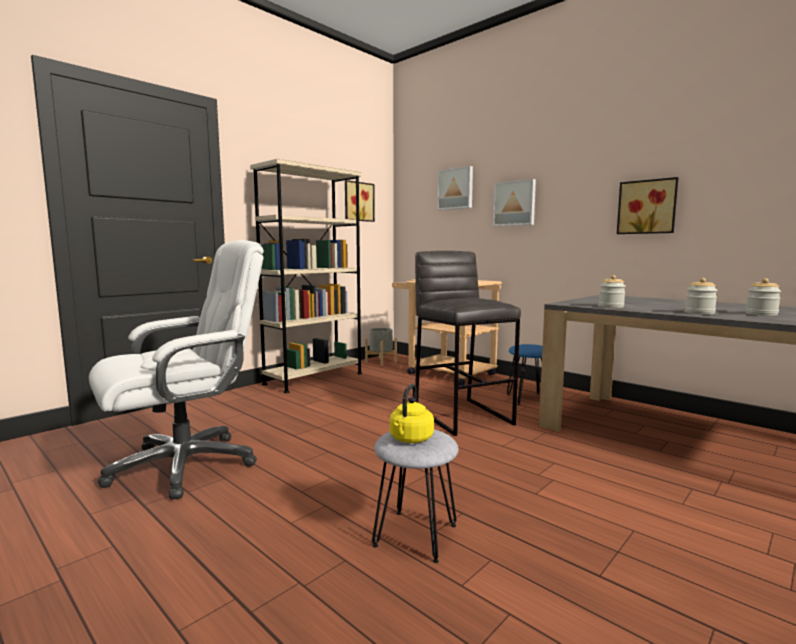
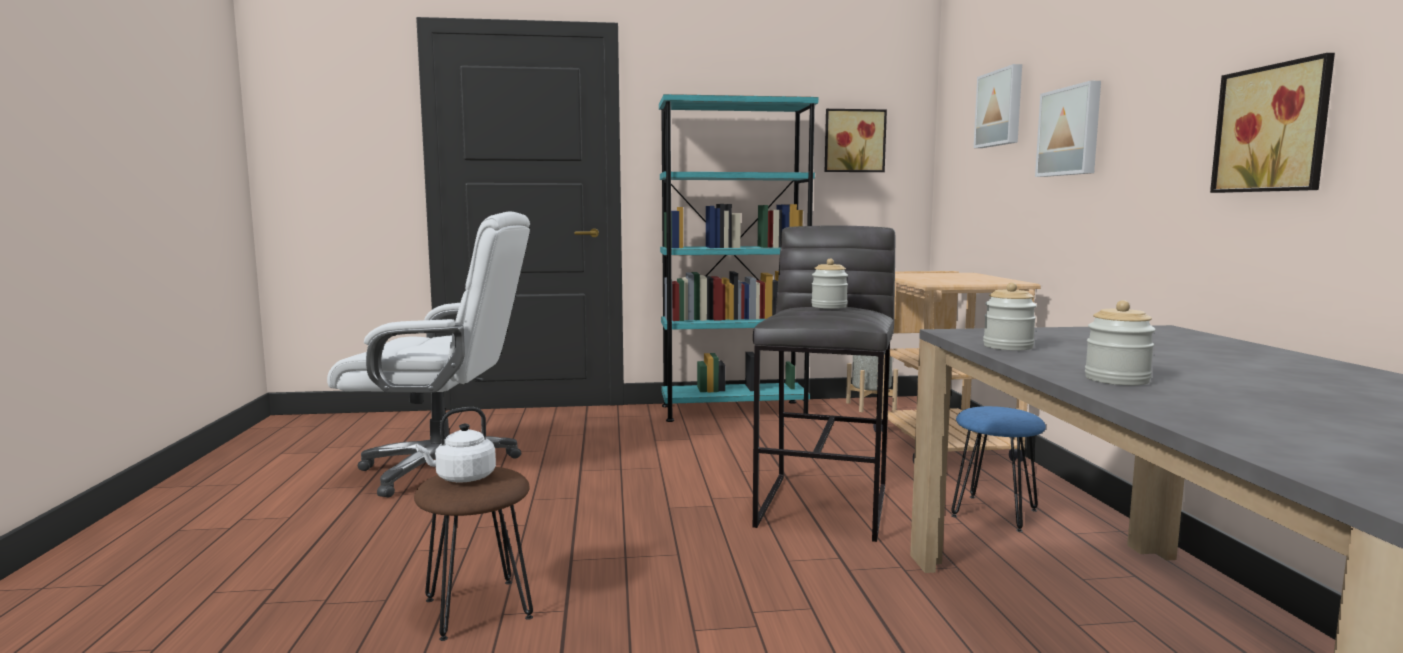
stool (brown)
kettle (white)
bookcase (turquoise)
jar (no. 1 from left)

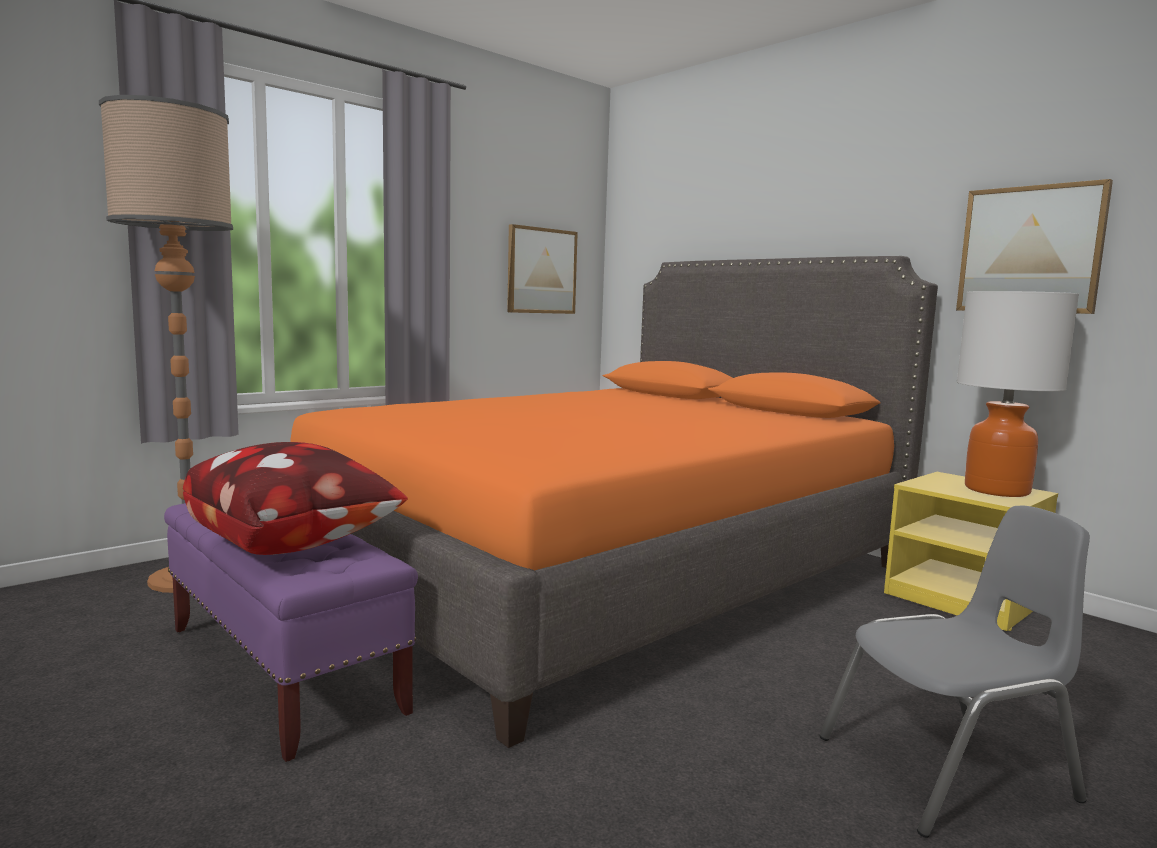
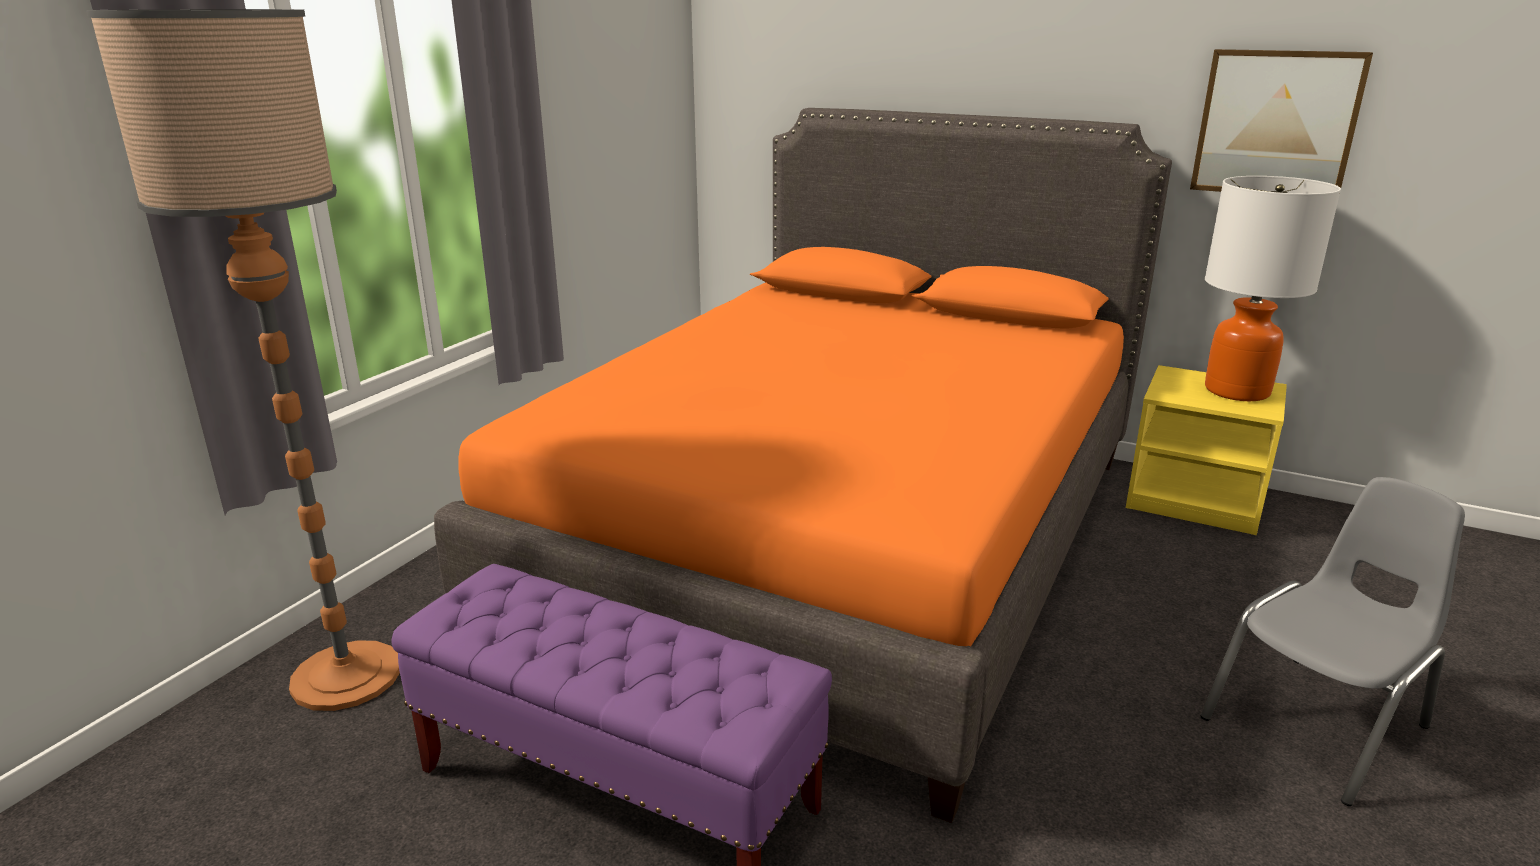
pillow
picture (no. 1 from left in the first image)

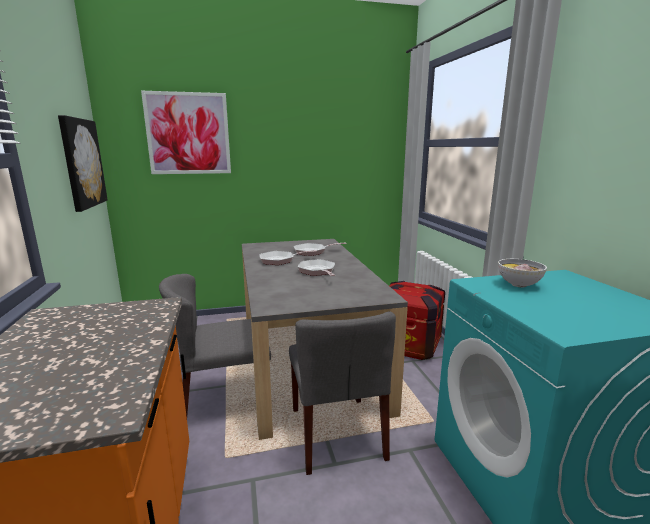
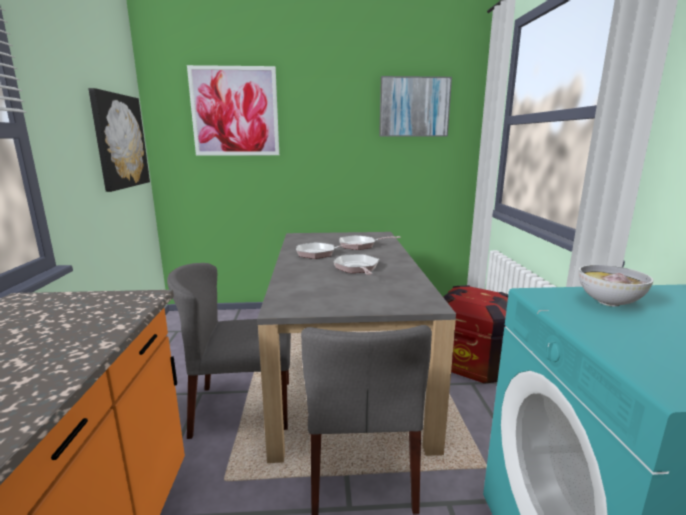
picture (no. 3 from left)

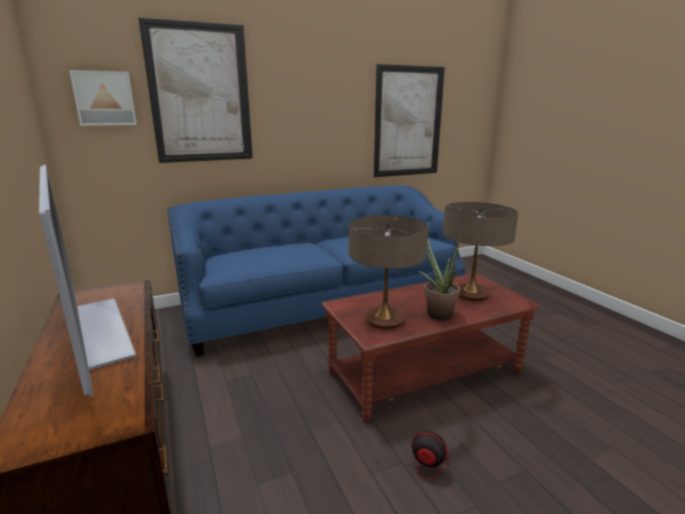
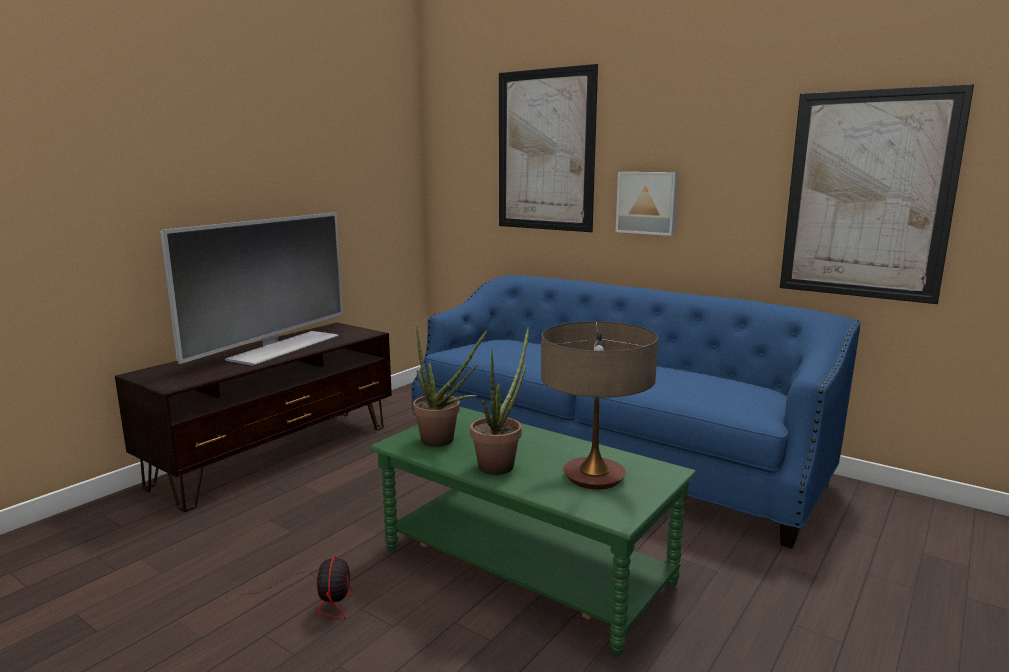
coffee table (green)
potted plant (no. 1 from left)
picture (no. 2 from left)

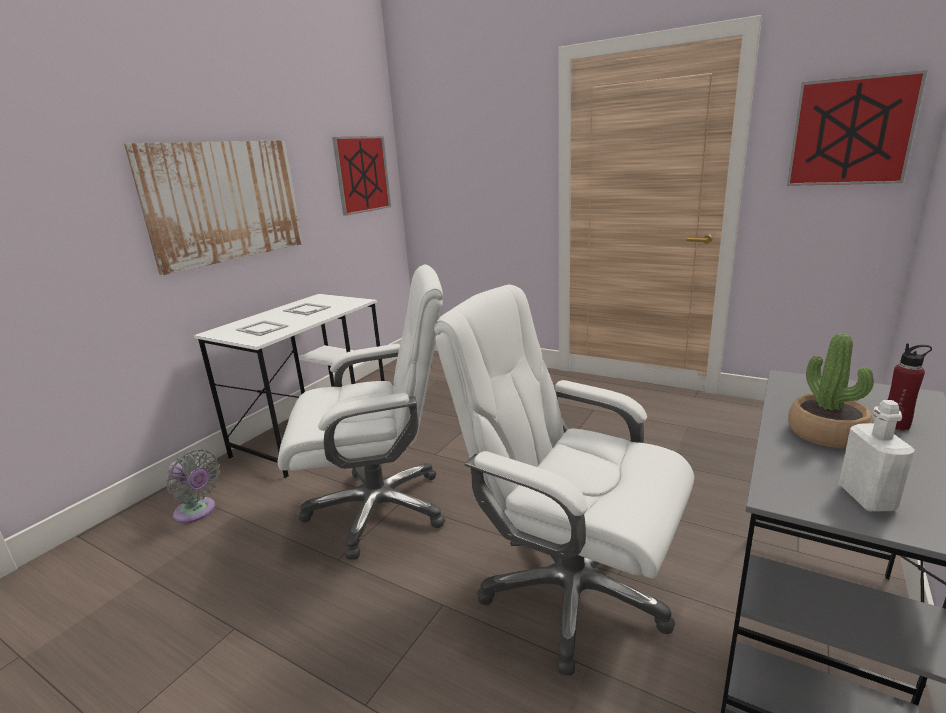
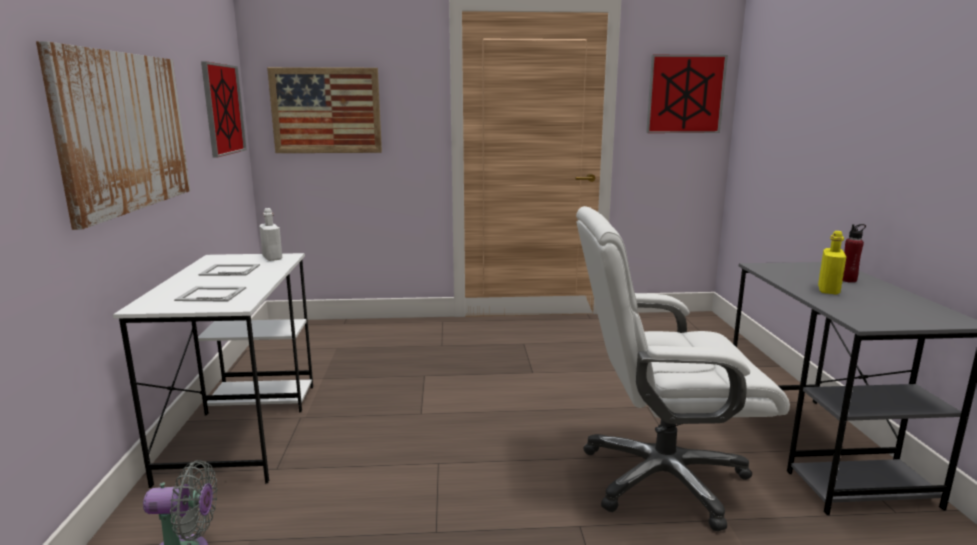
bottle (white)
picture (no. 3 from left)
bottle (yellow)
office chair (white) (no. 1 from left in the first image)

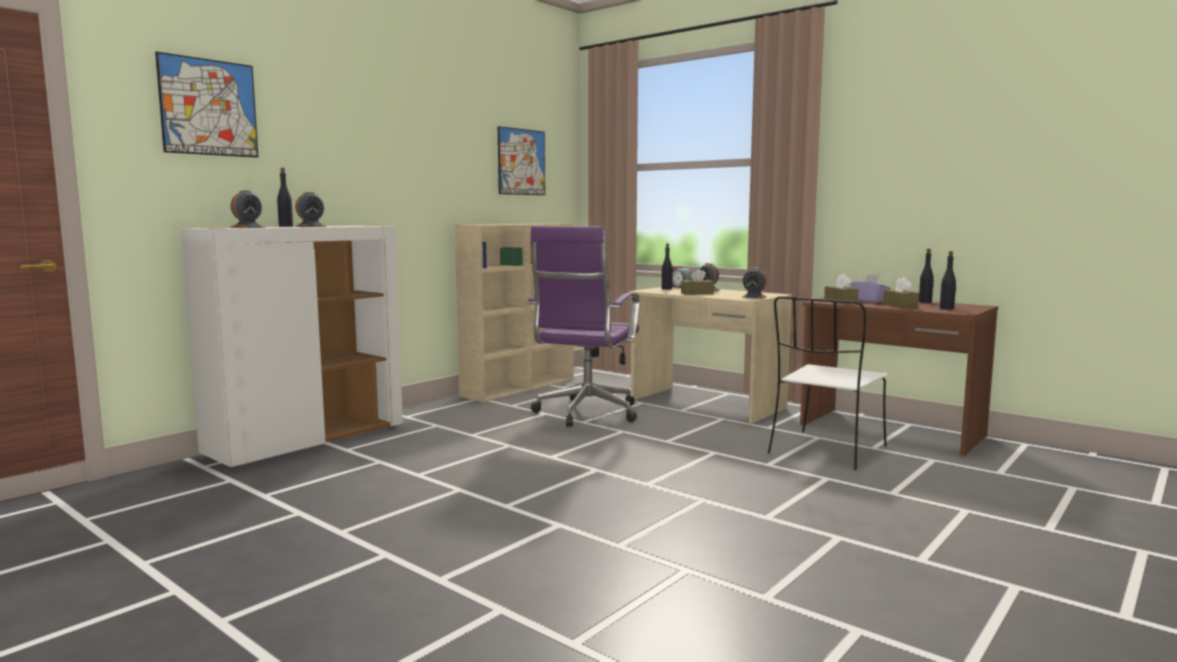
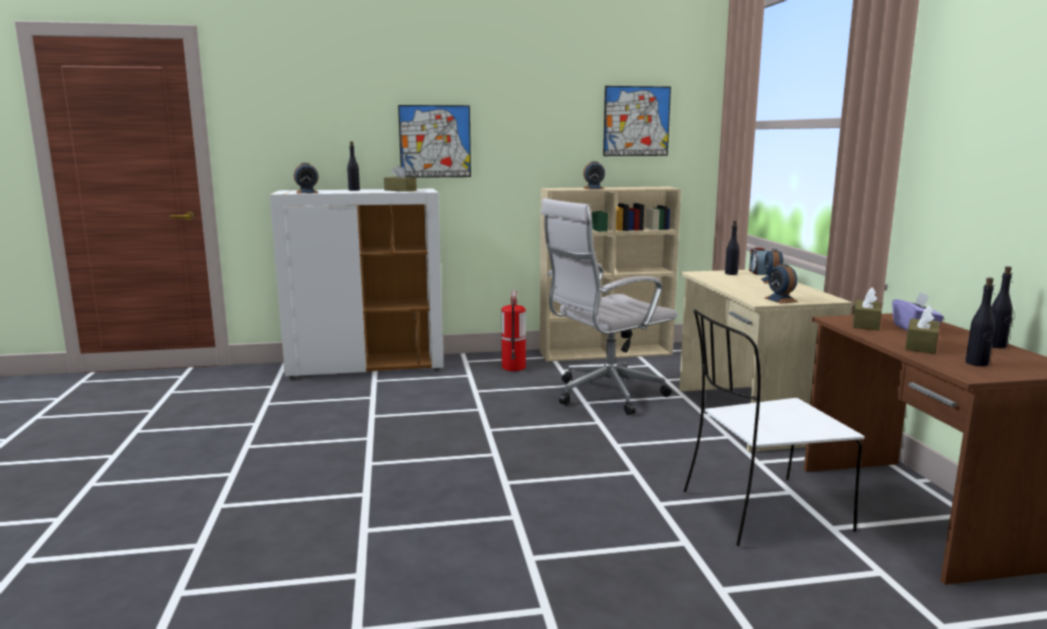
tissue box (brown) (no. 1 from left)
picture (no. 1 from left)
fire extinguisher
office chair (white)
alarm clock (no. 2 from left)

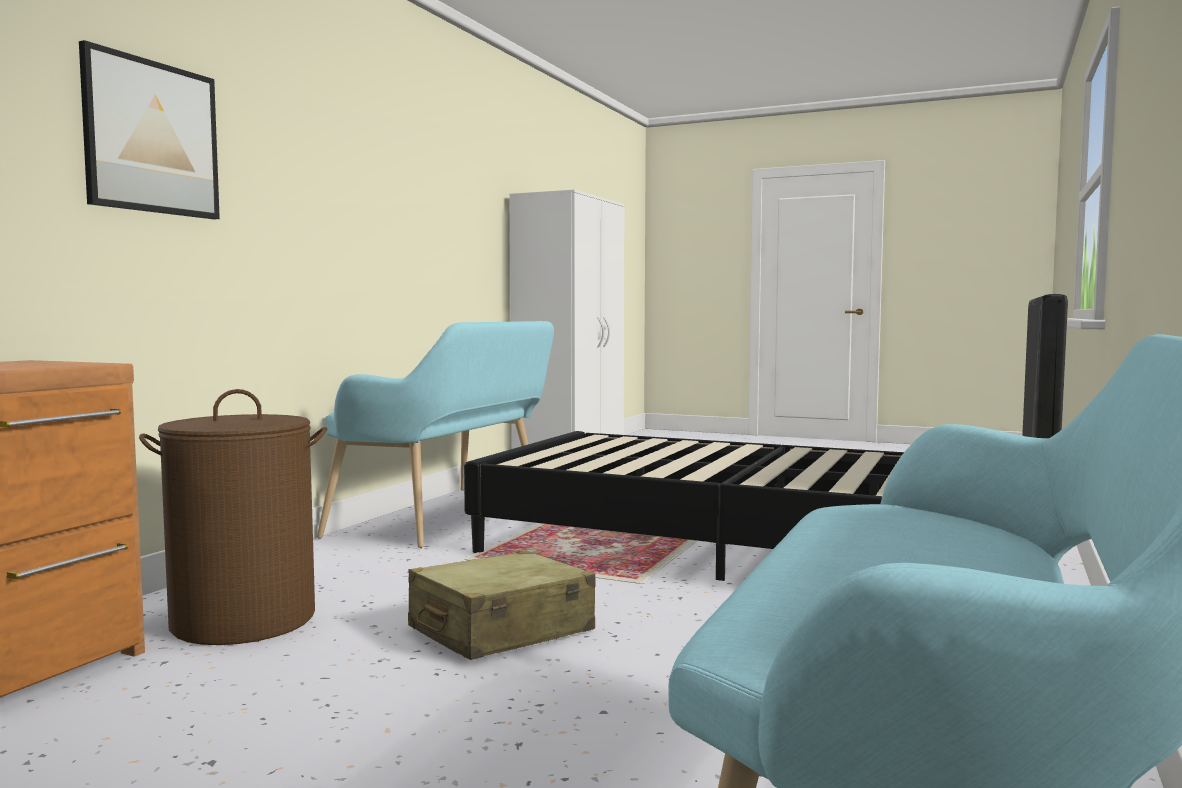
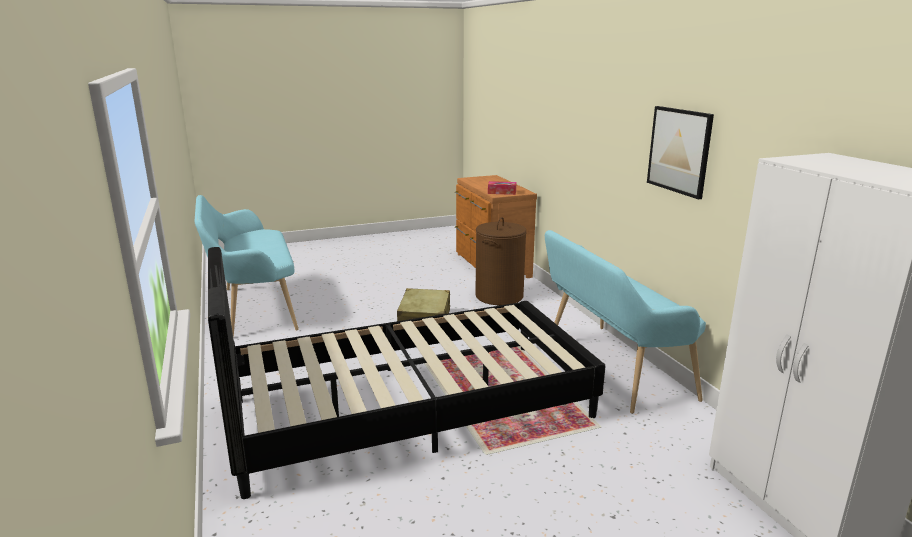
tissue box
picture

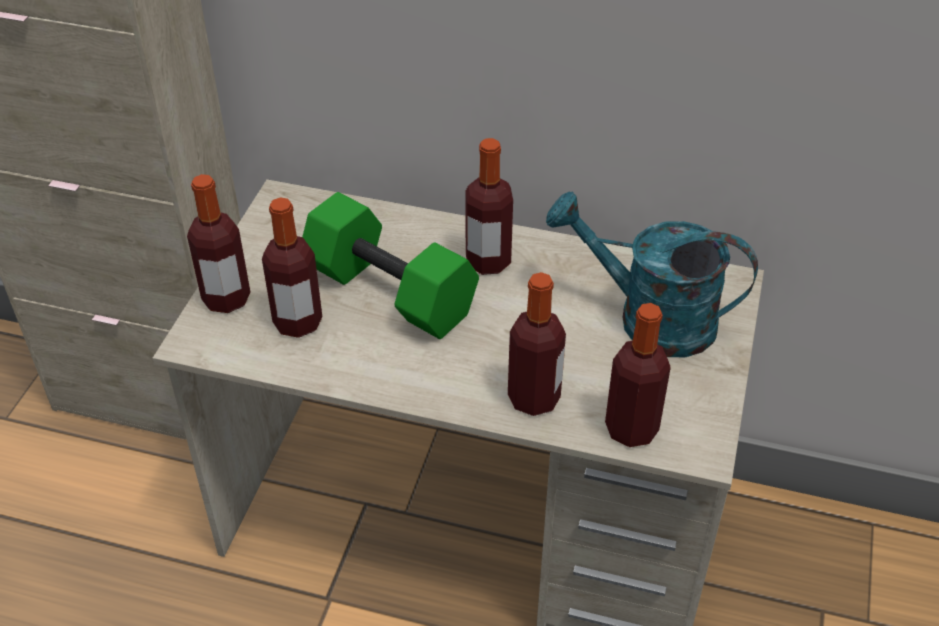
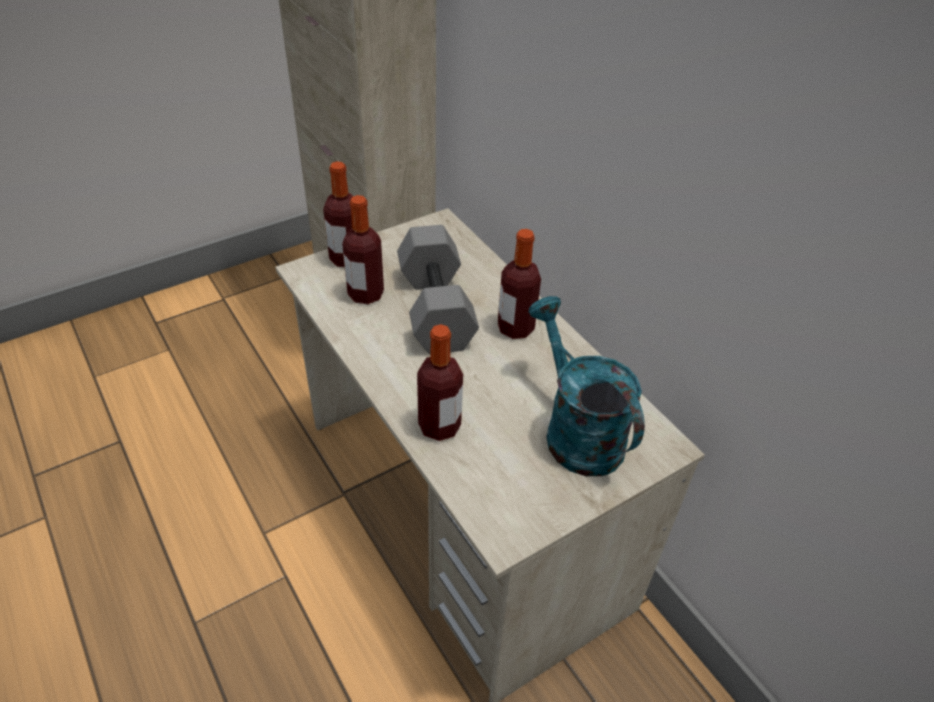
dumbbell (grey)
bottle (no. 5 from left in the first image)

